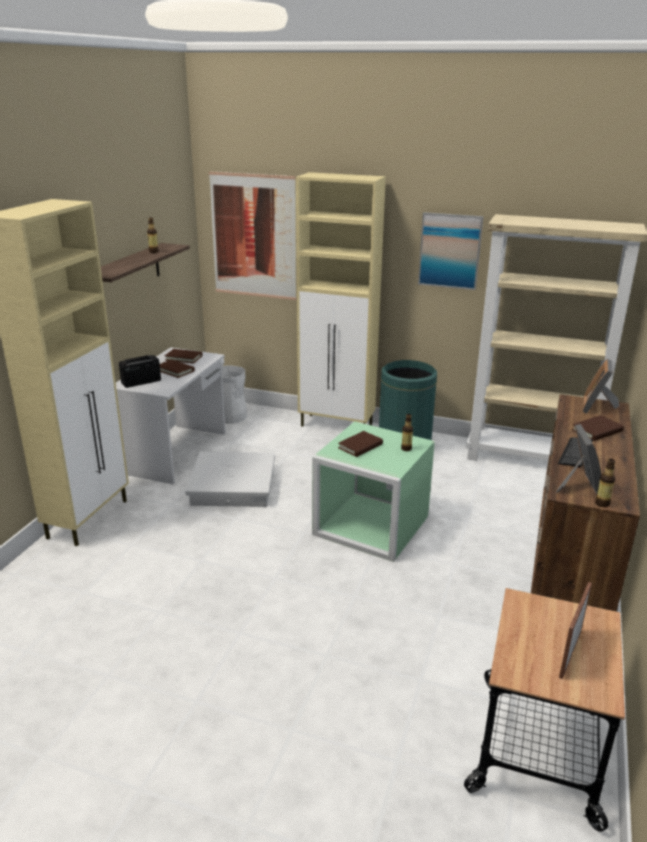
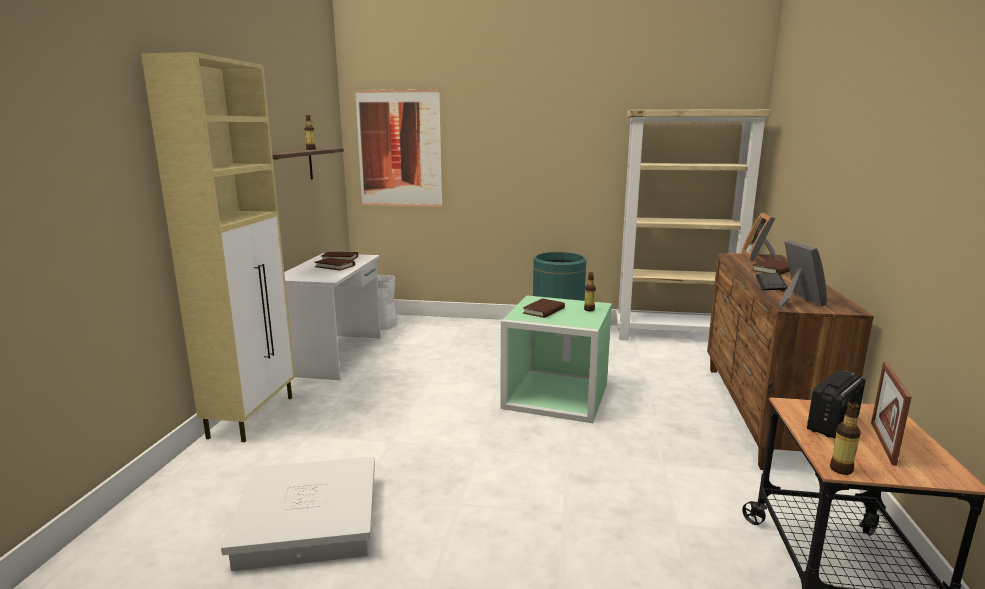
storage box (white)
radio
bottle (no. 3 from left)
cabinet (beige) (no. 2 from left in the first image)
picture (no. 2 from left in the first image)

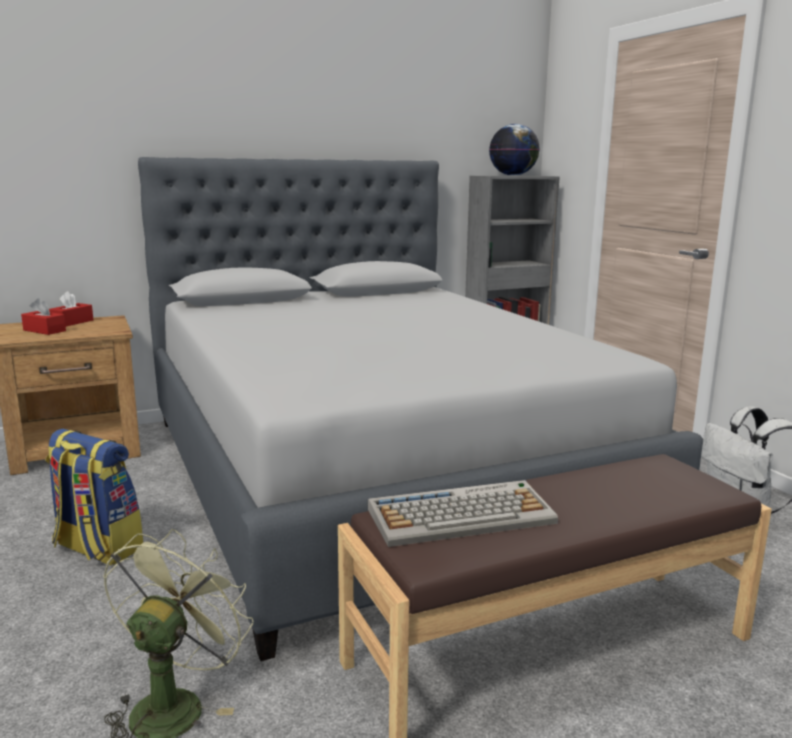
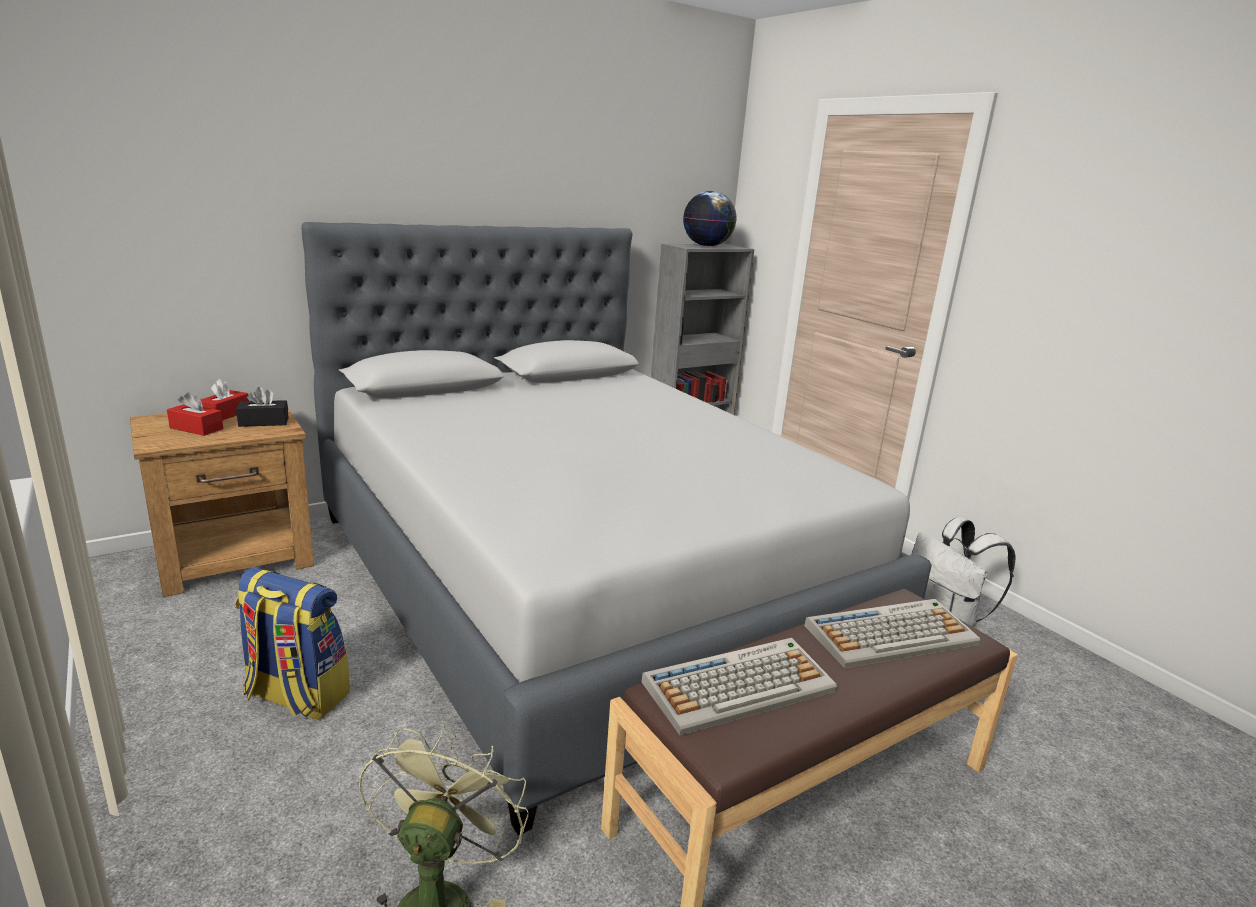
tissue box (black)
keyboard (no. 2 from left)

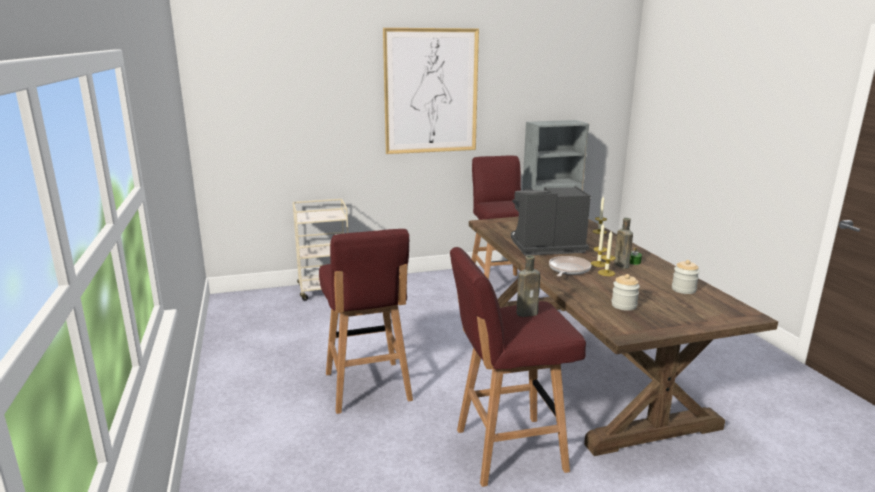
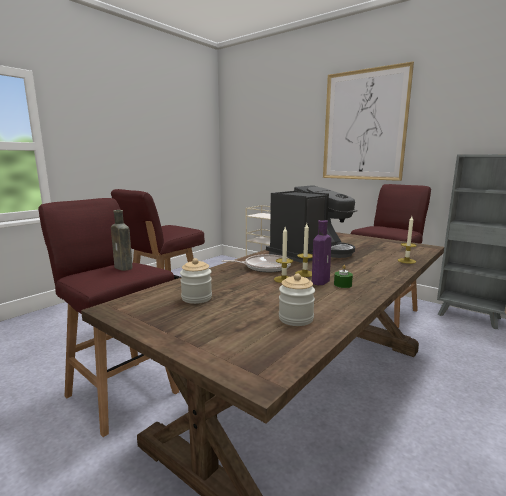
coffee machine
bottle (purple)

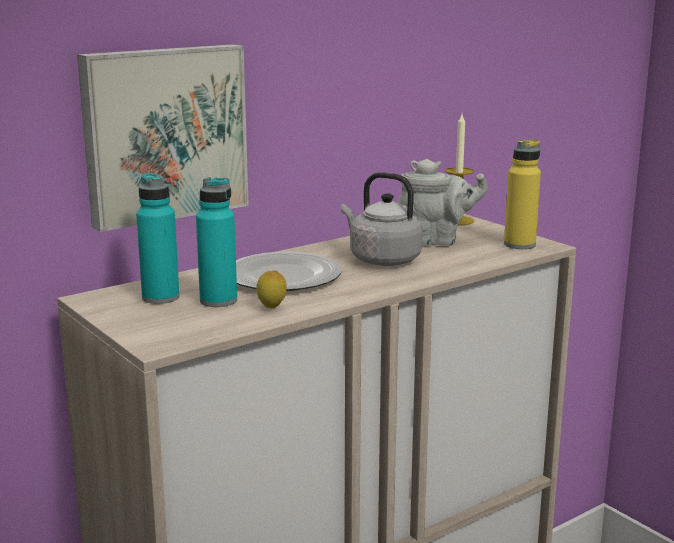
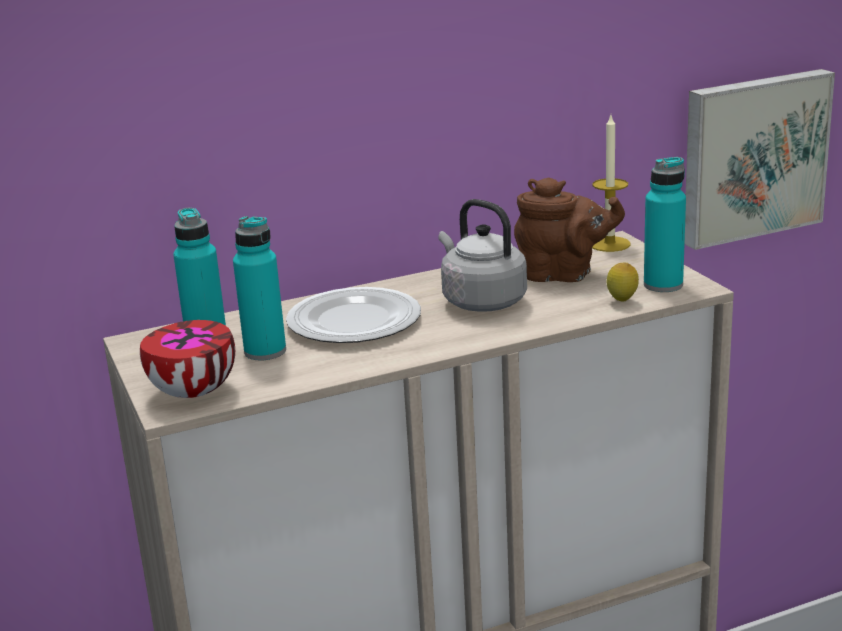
bowl
teapot (brown)
lemon
bottle (turquoise) (no. 3 from left)
picture

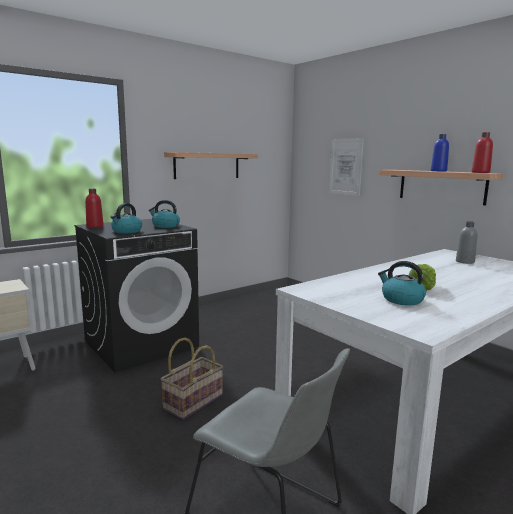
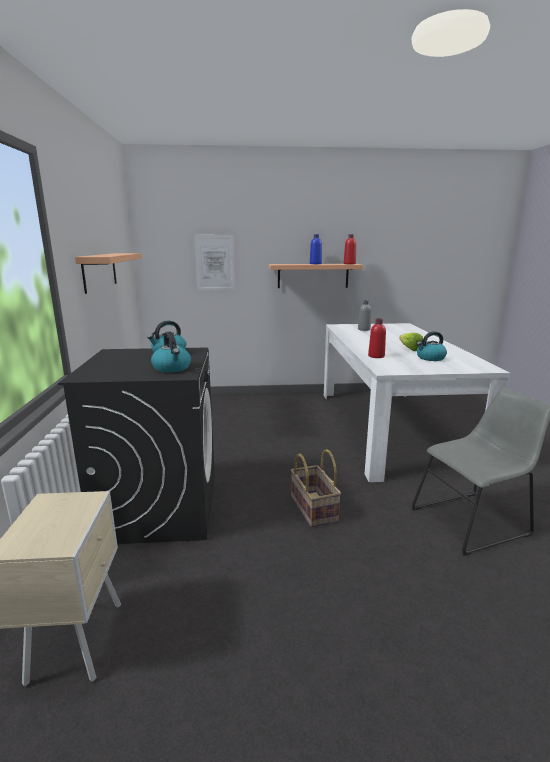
bottle (red) (no. 2 from left)

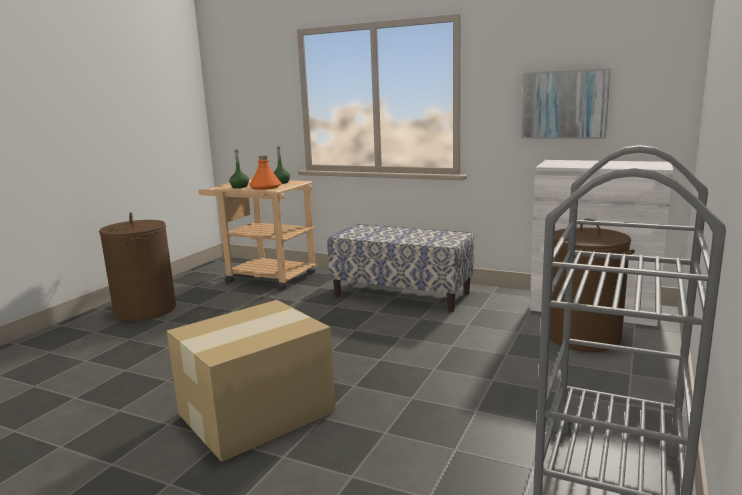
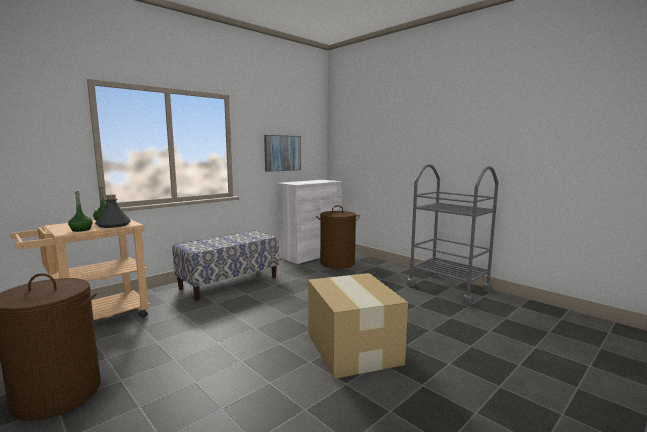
bottle (grey)

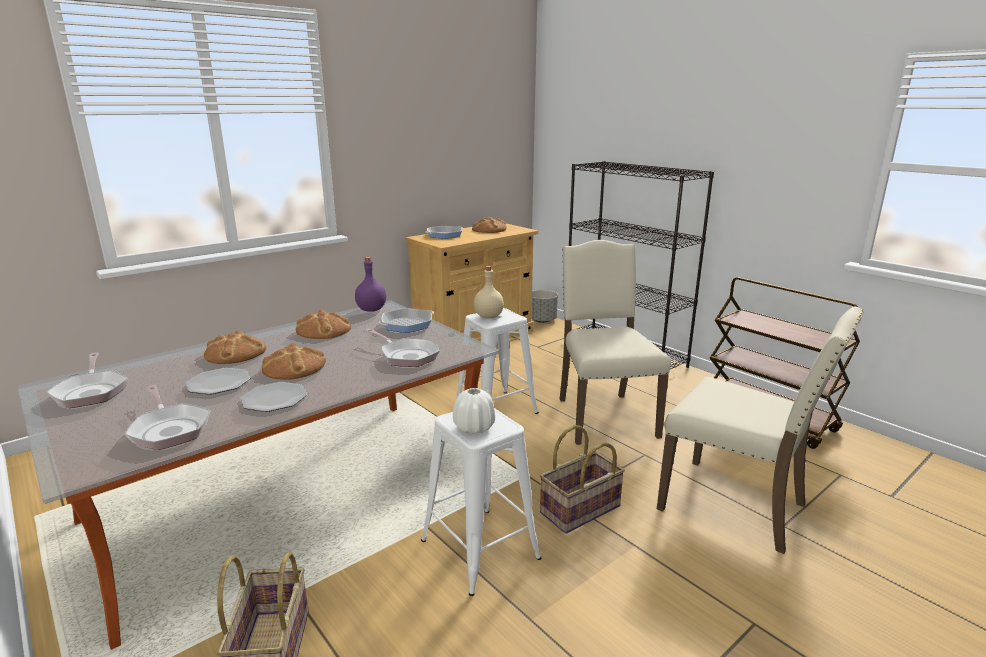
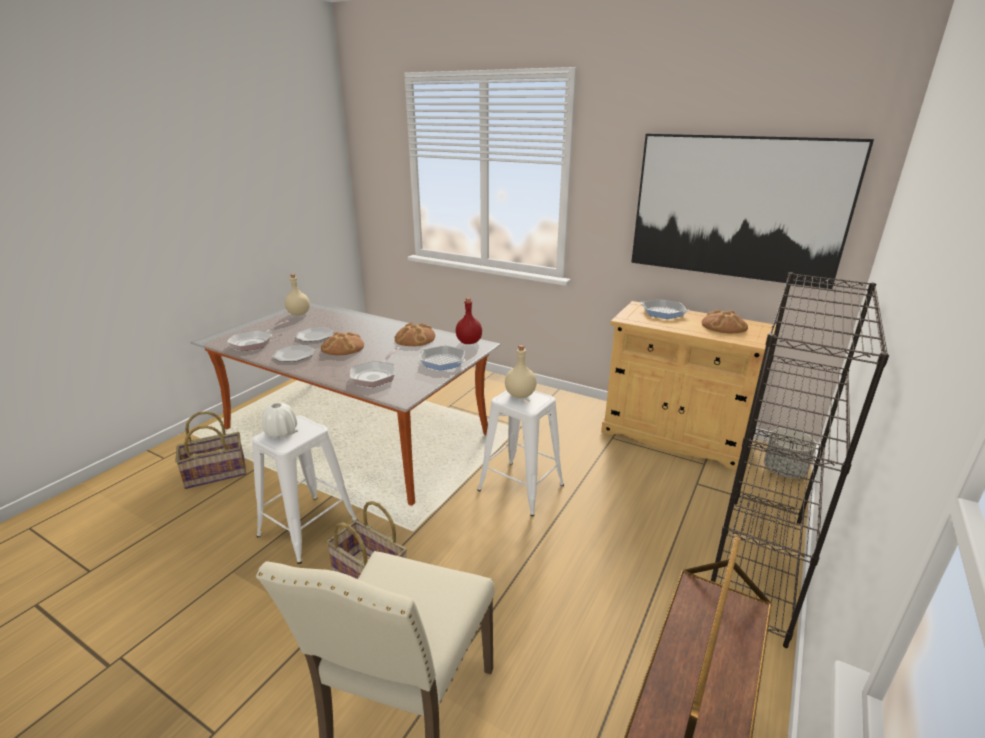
bottle (beige) (no. 1 from left)
bottle (red)
picture
bread (no. 1 from left in the first image)
chair (beige) (no. 1 from left in the first image)

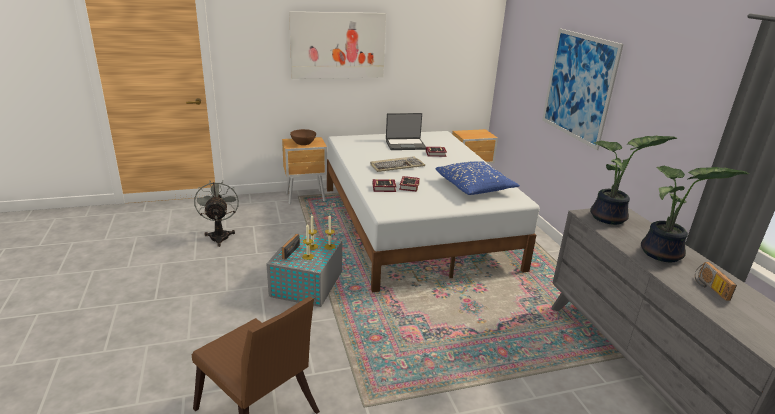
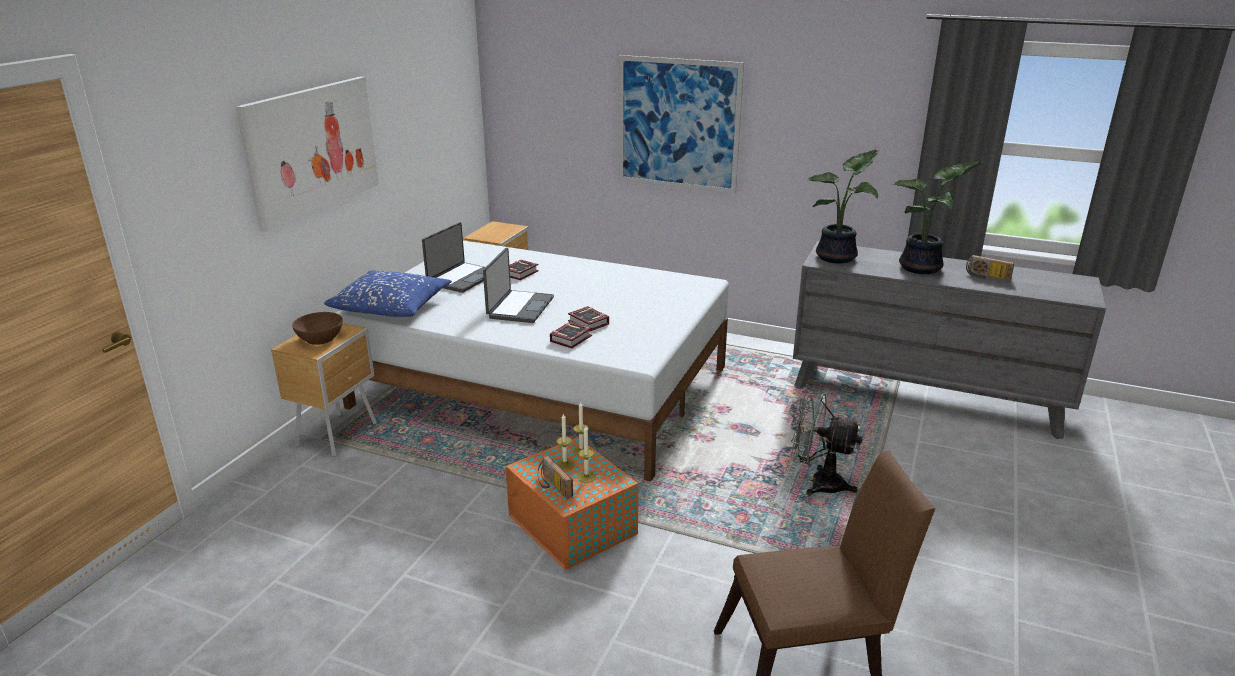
pillow (blue)
laptop (no. 2 from left)
storage box (orange)
fan (grey)

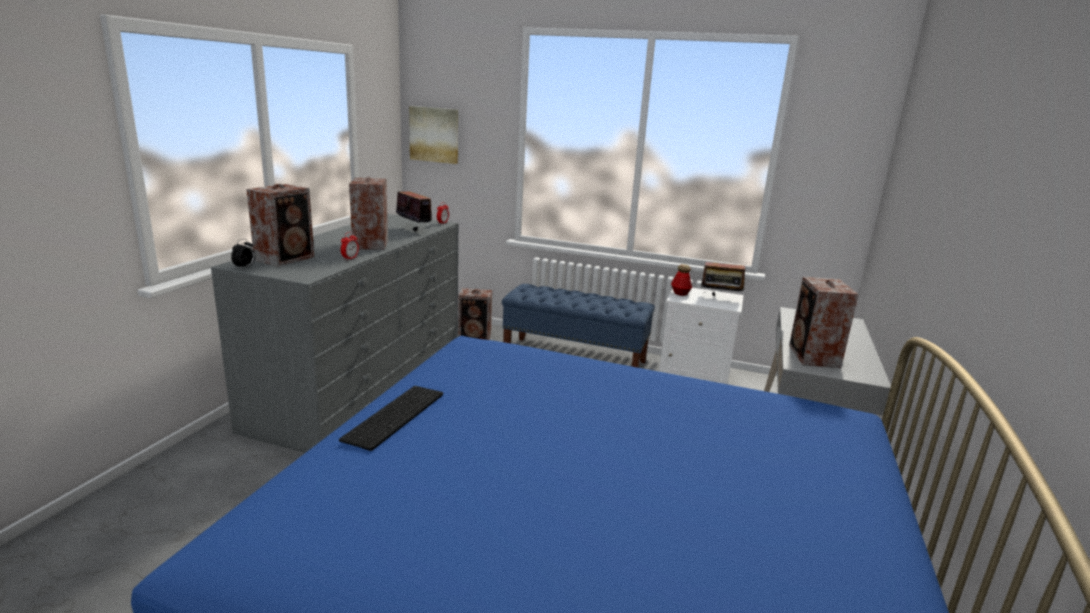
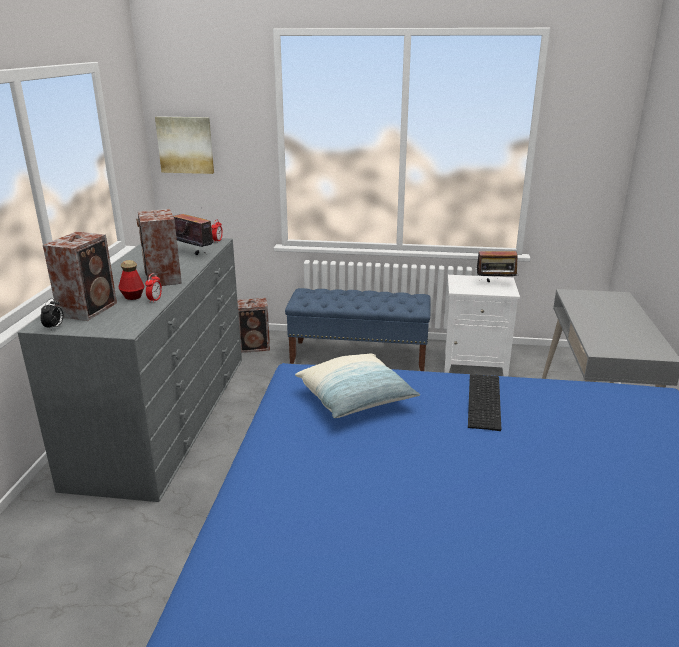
bottle
pillow
keyboard
speaker (no. 4 from left in the first image)

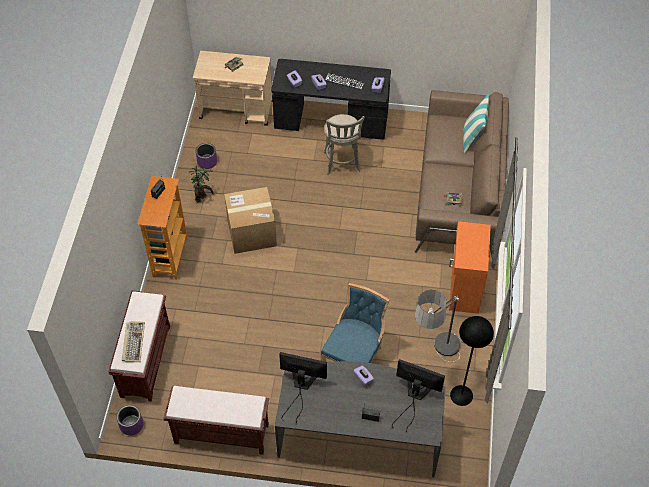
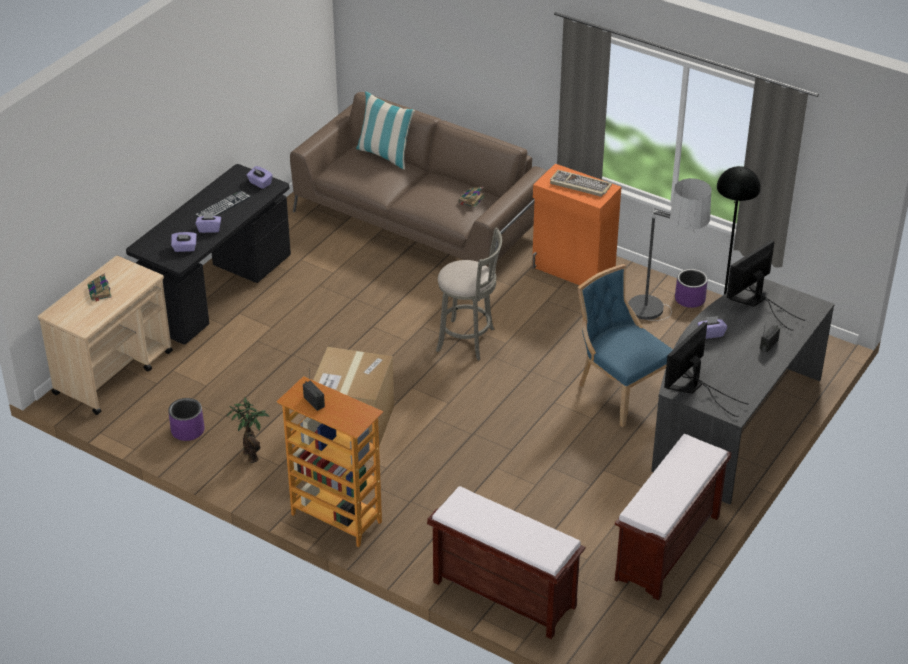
stool (grey)
keyboard (no. 2 from left)
planter (purple) (no. 2 from left)

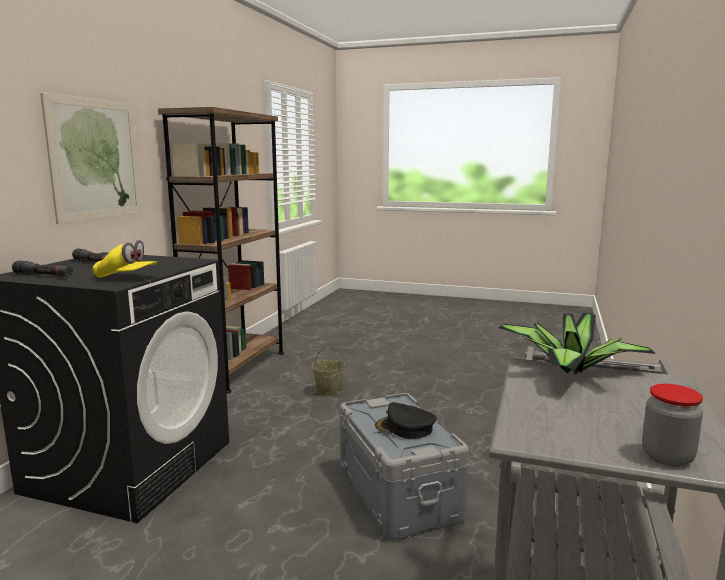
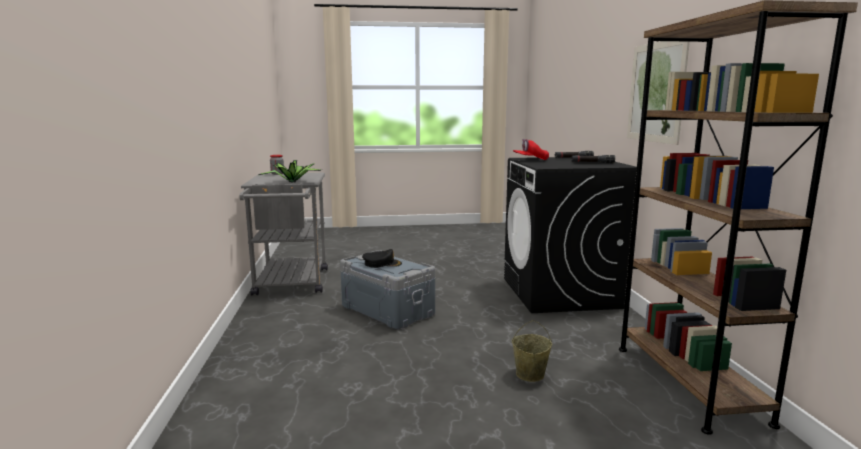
cap (red)

